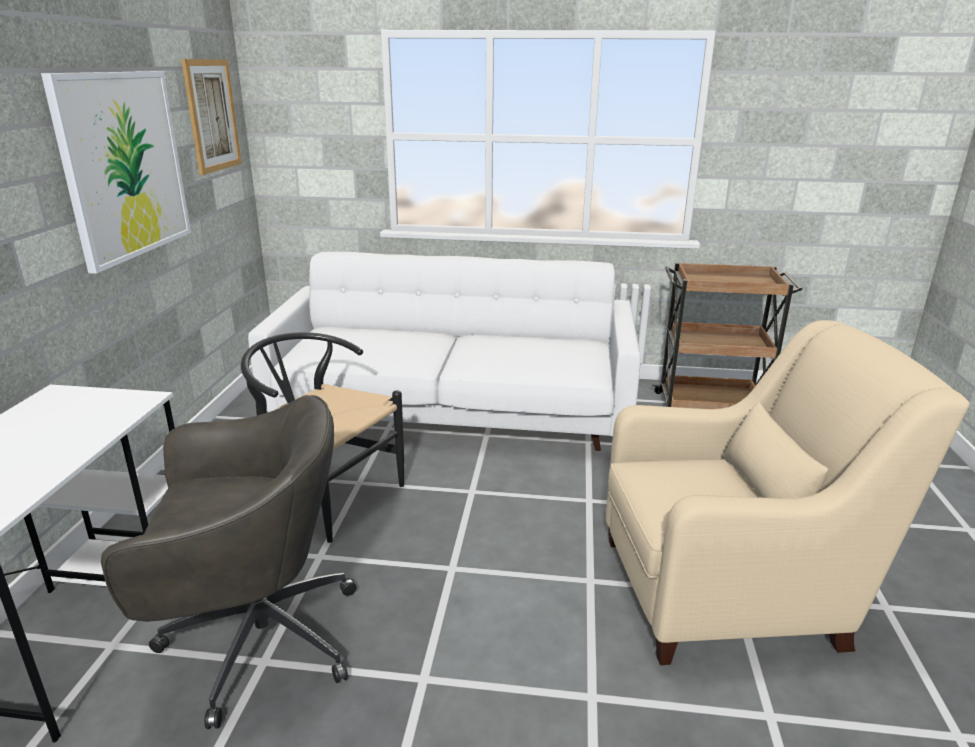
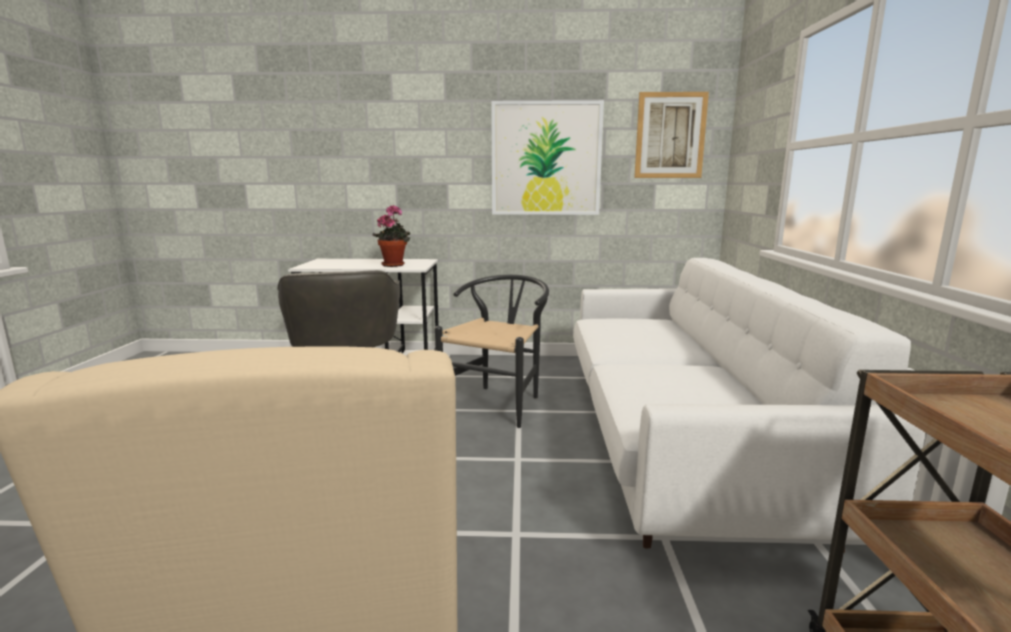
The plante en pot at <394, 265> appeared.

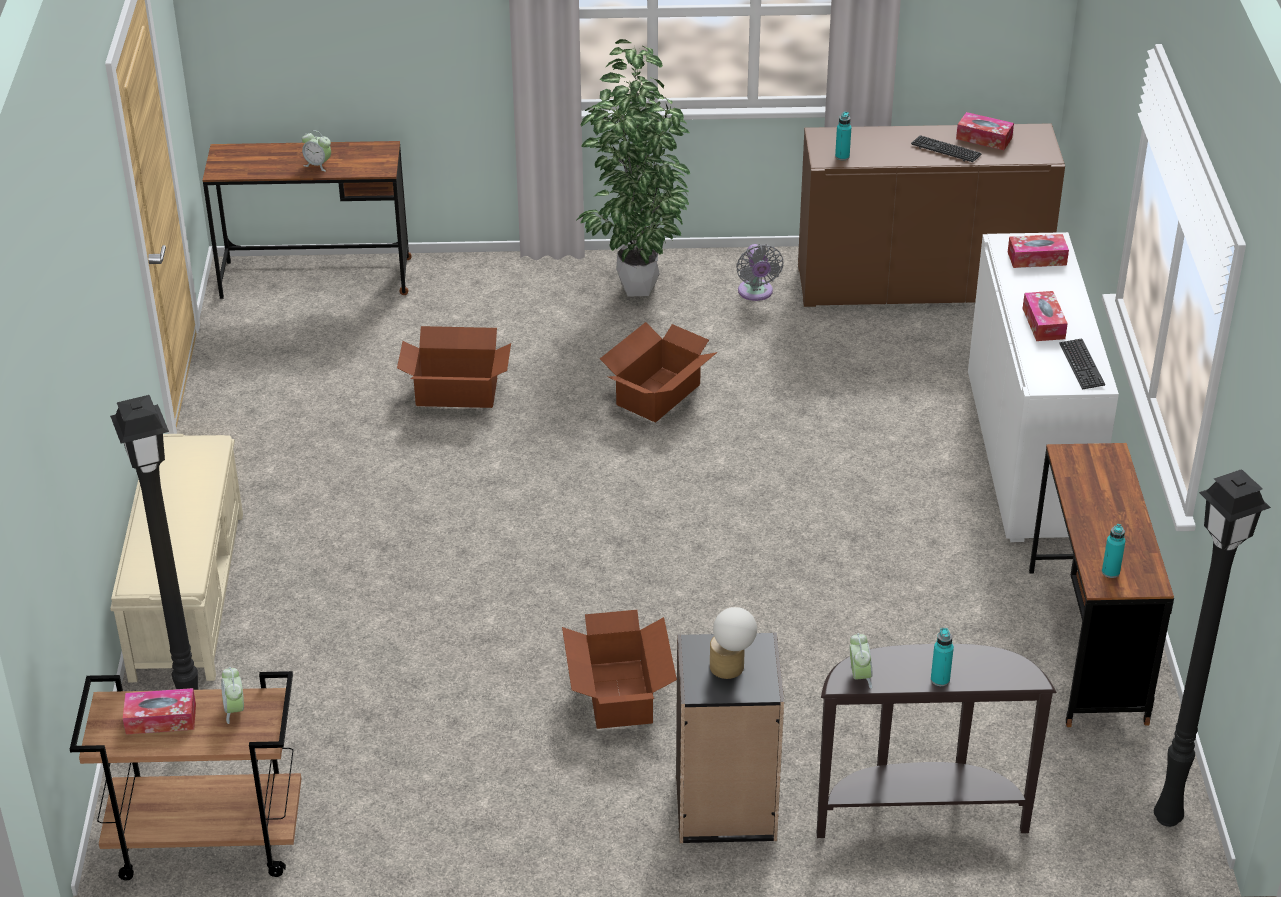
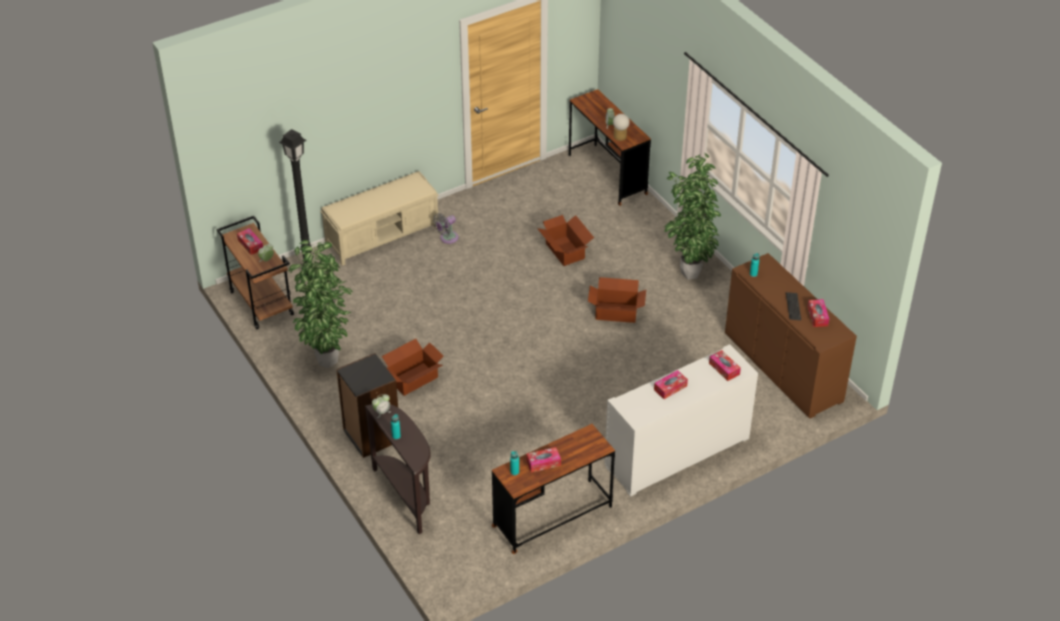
The plante en pot at <326, 359> appeared. The ventilateur (gris) moved from <756, 293> to <447, 238>. The boîte à mouchoirs at <543, 463> appeared. The lampe de table moved from <731, 669> to <620, 138>. The clavier at <1081, 365> disappeared. The lampadaire (noir) at <1170, 818> disappeared.

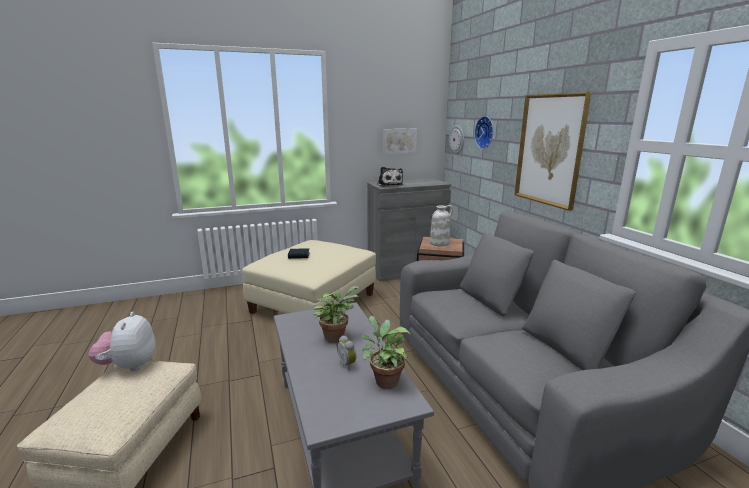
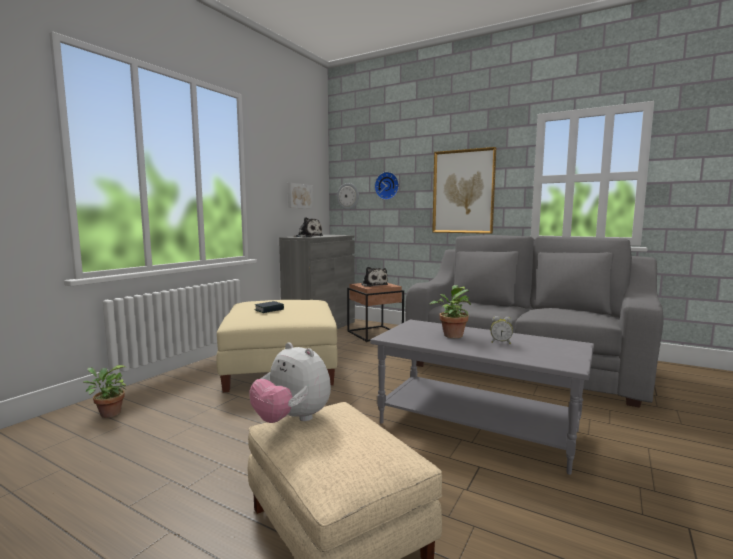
The plante en pot moved from <384, 380> to <108, 414>. The vase (blanc) at <439, 243> was replaced by the peluche at <373, 285>.

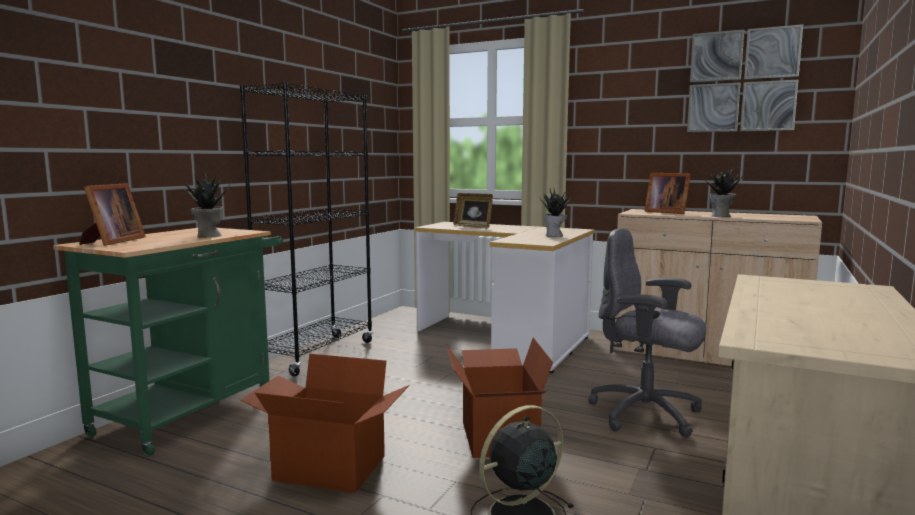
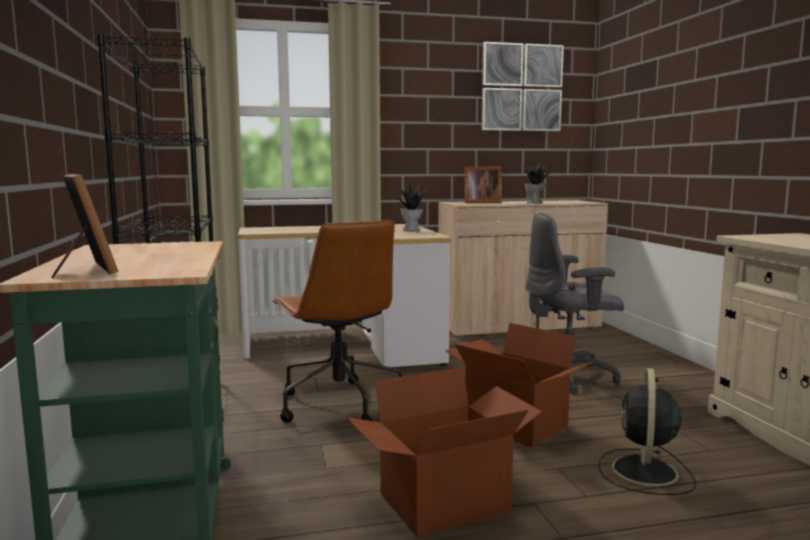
The chaise de bureau (marron) at <338, 404> appeared. The plante en pot at <208, 236> disappeared. The cadre photo at <473, 227> disappeared.

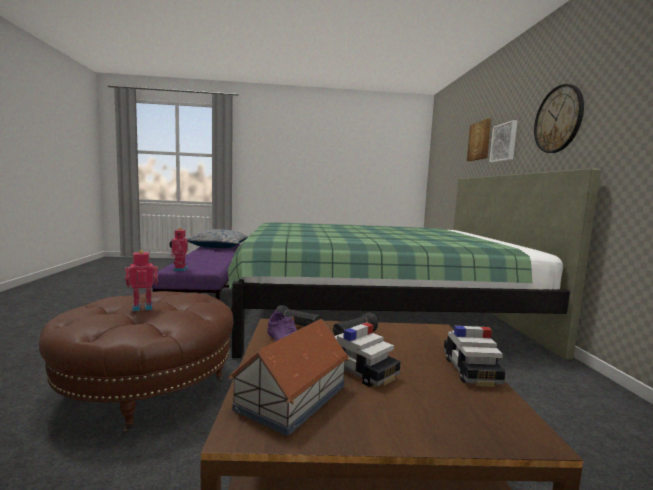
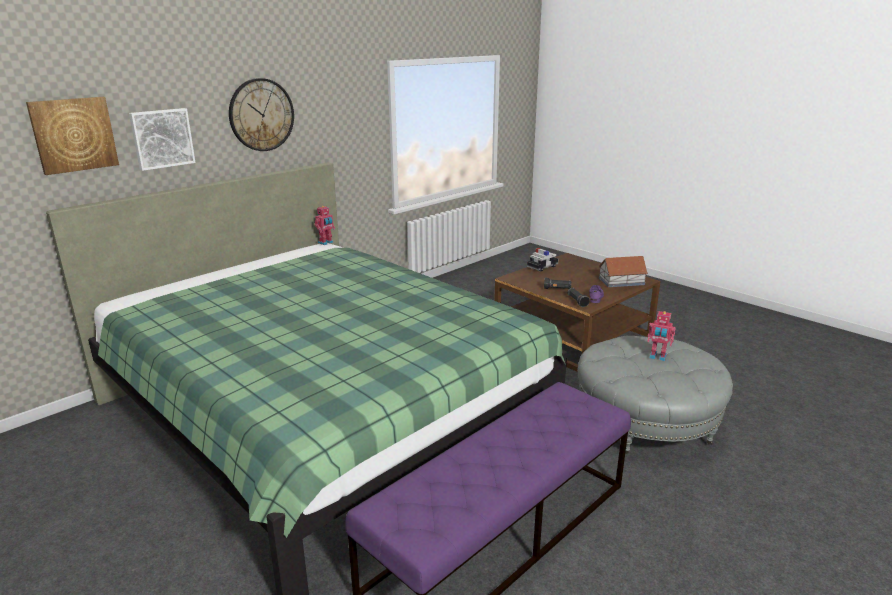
The robot jouet moved from <179, 269> to <326, 243>. The pouf (marron) at <147, 387> became the pouf (gris) at <645, 423>. The coussin at <219, 246> disappeared. The petite voiture at <360, 370> disappeared.

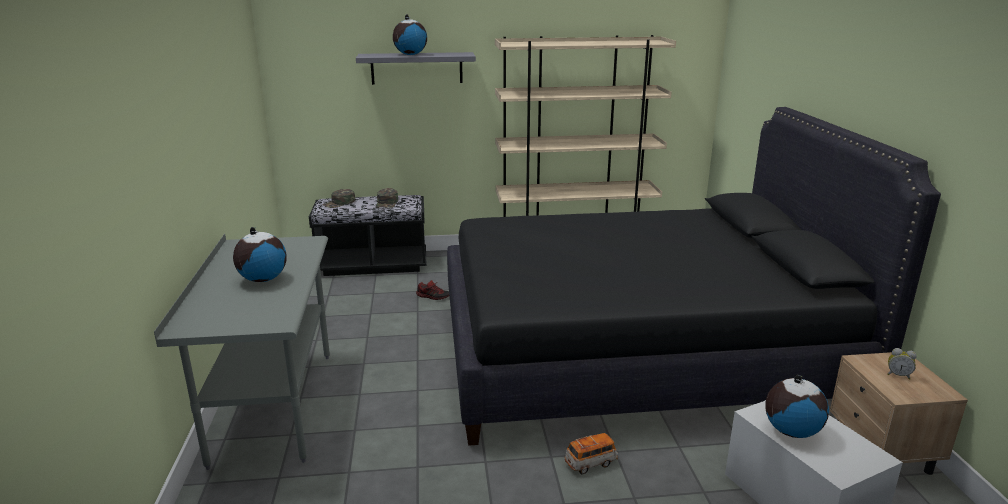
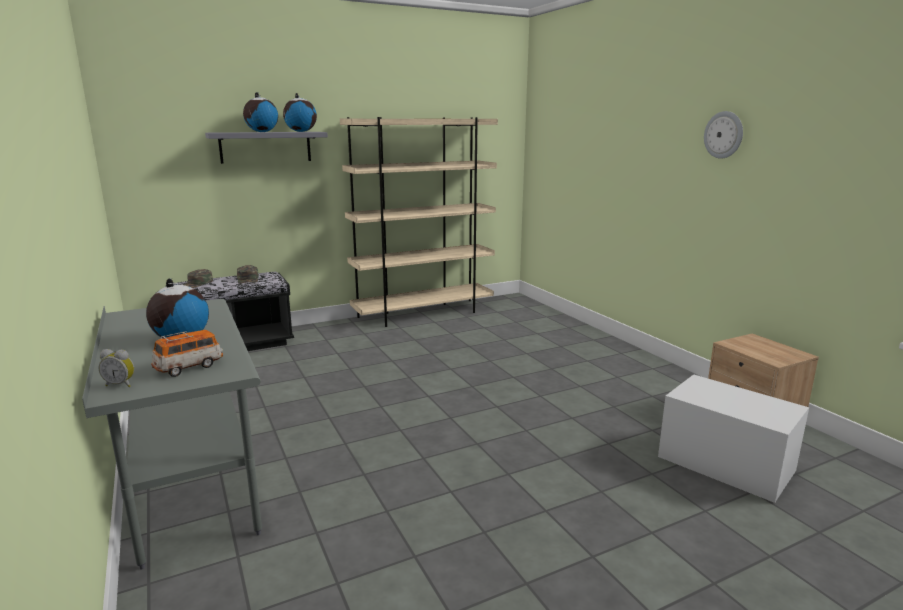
The réveil moved from <898, 375> to <121, 384>. The petite voiture moved from <591, 463> to <189, 367>. The globe moved from <791, 431> to <301, 131>. The horloge murale at <724, 135> appeared. The chaussure at <433, 296> disappeared. The lit (noir) at <635, 353> disappeared.

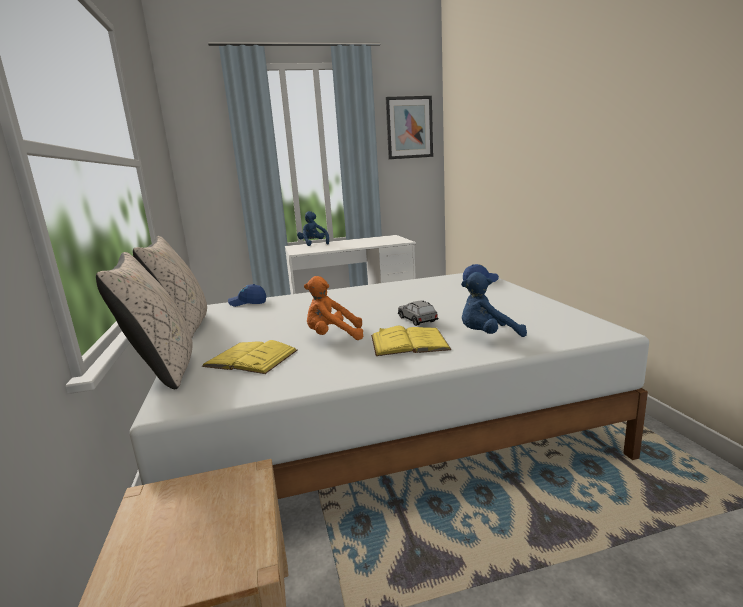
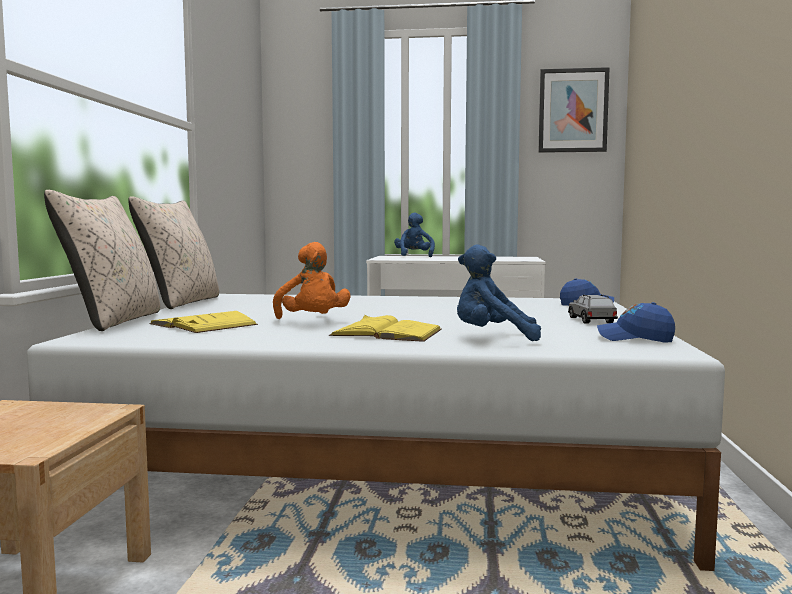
The peluche (orange) at <333, 337> turned 135 degrees counterclockwise. The petite voiture (gris) moved from <417, 320> to <591, 320>. The casquette (bleu) moved from <248, 303> to <634, 339>.

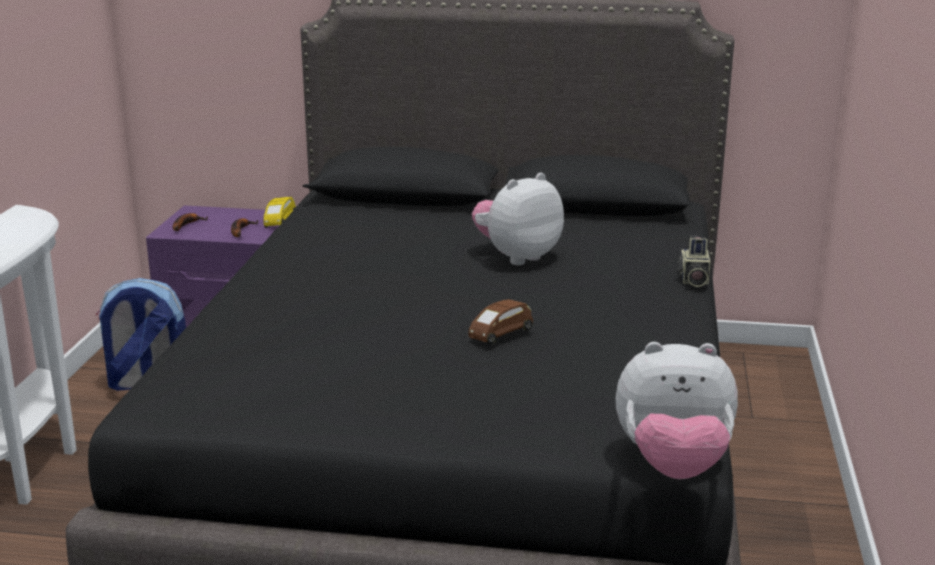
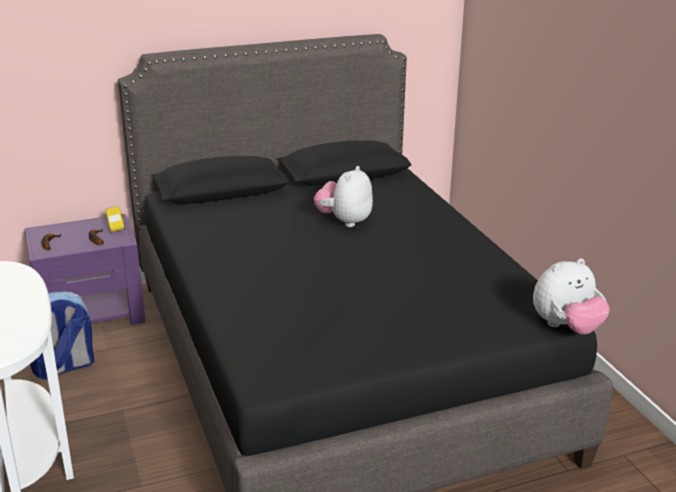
The petite voiture (marron) at <499, 335> disappeared. The appareil photo at <693, 280> disappeared.

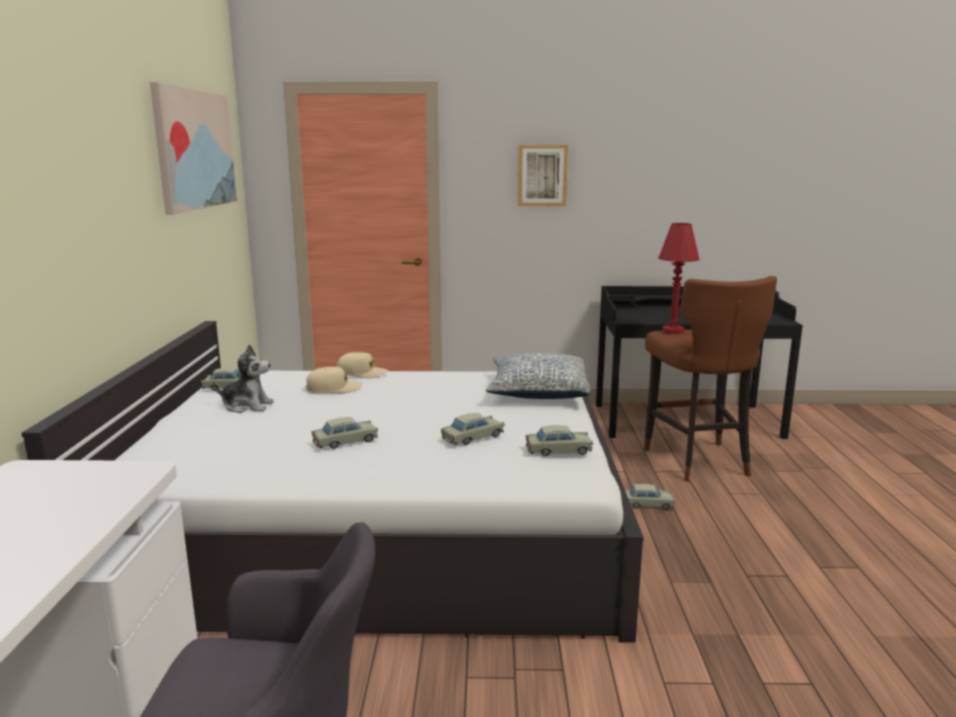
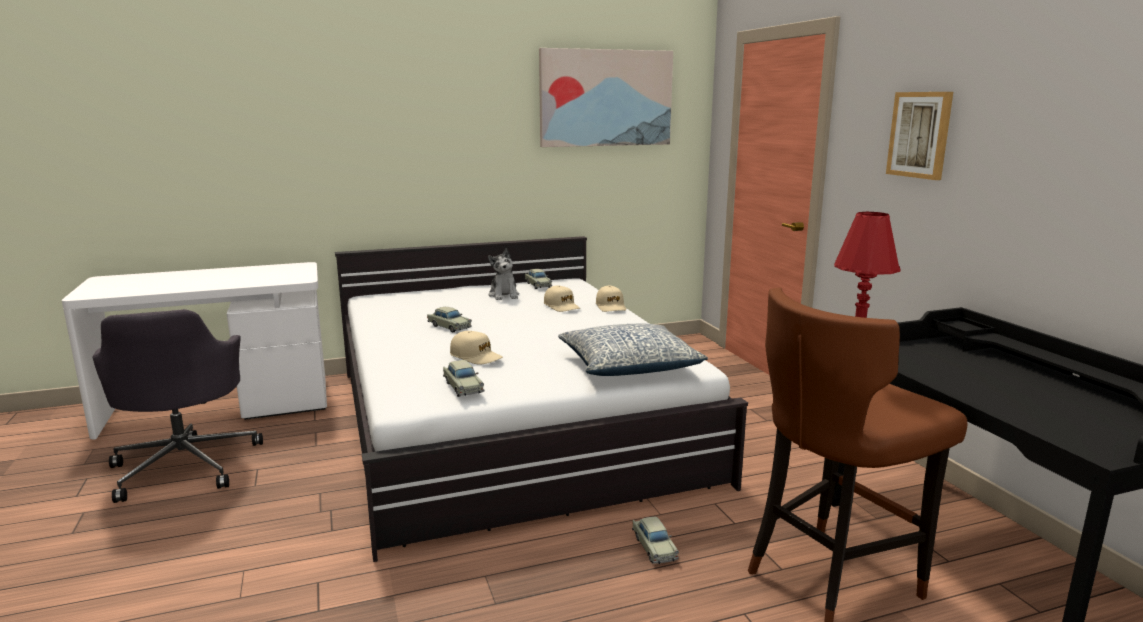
The petite voiture (beige) at <472, 437> was replaced by the casquette (beige) at <476, 356>.

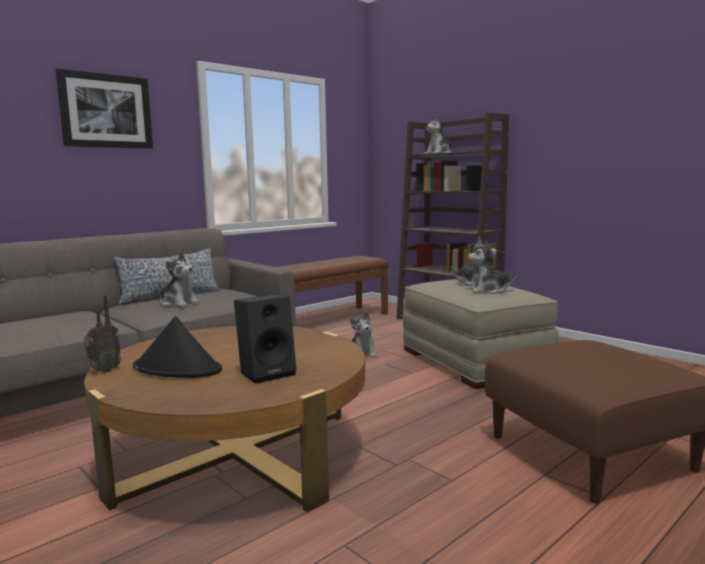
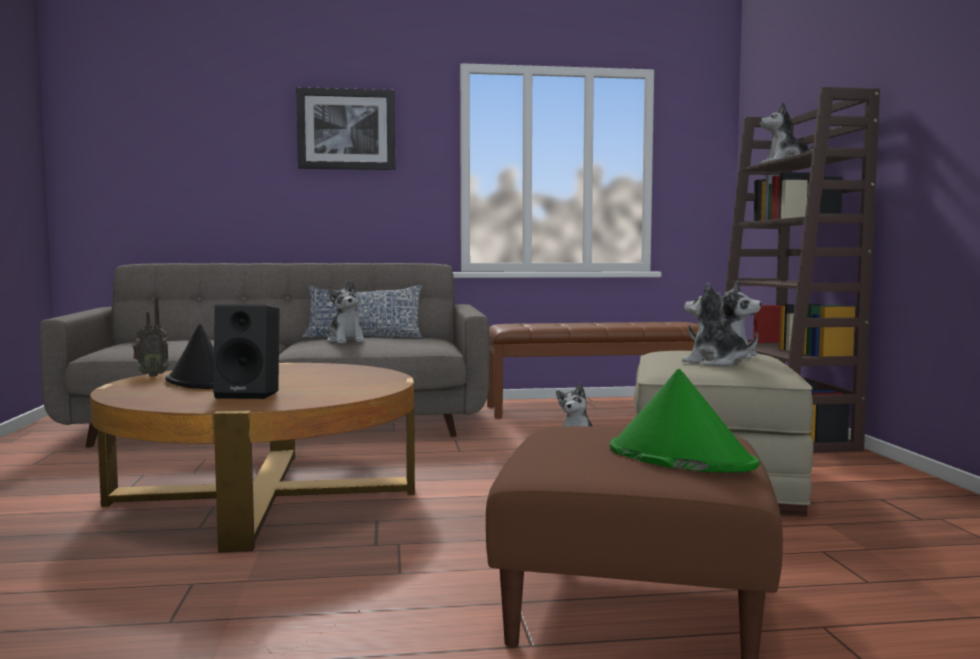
The chapeau (vert) at <679, 457> appeared.

